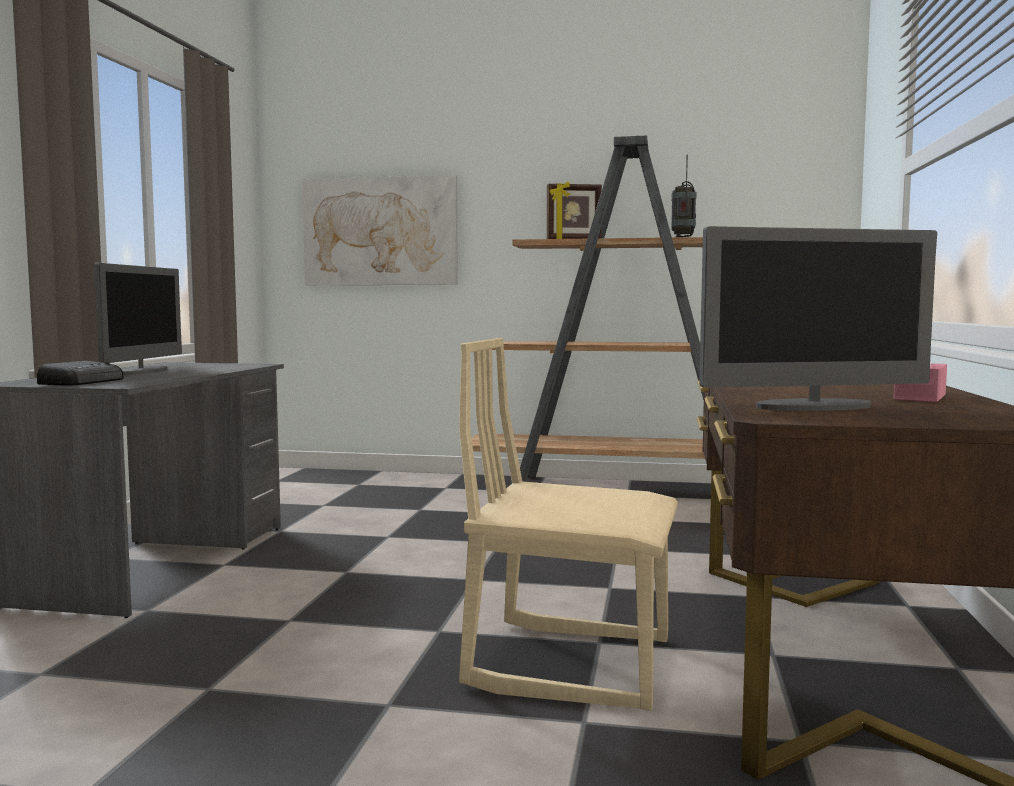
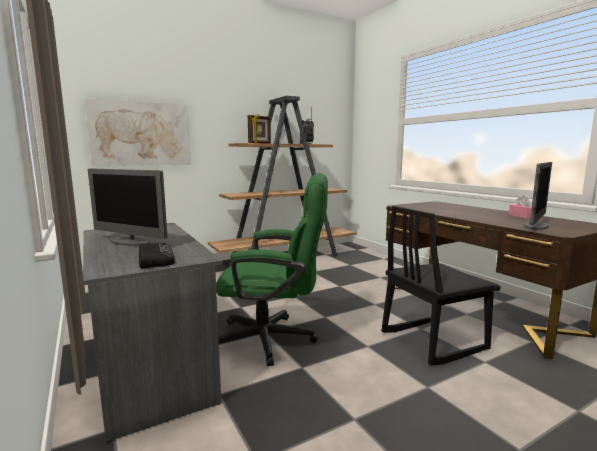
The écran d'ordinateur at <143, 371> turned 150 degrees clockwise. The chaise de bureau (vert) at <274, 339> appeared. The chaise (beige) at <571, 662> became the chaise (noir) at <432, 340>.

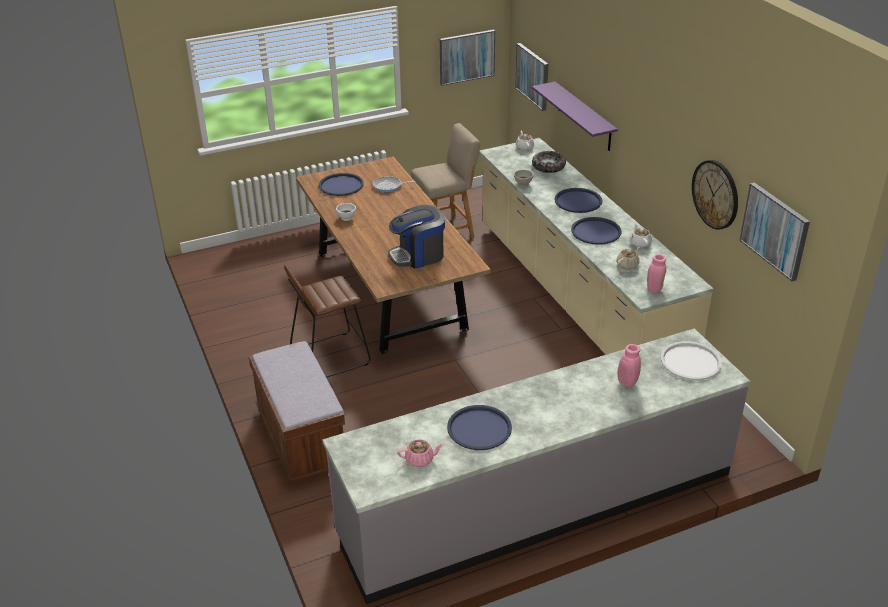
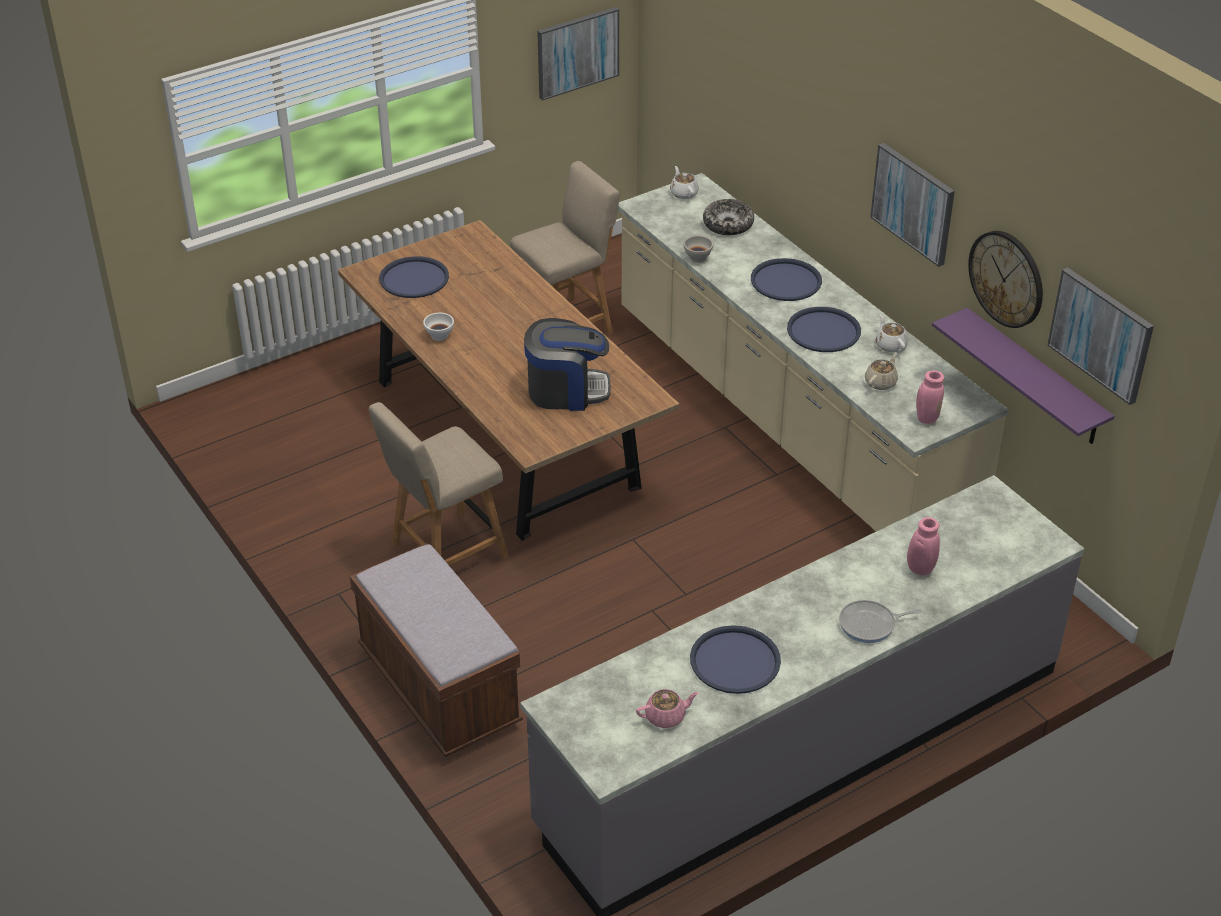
The tabouret (marron) at <329, 356> was replaced by the chaise (beige) at <444, 552>. The machine à café at <418, 255> turned 150 degrees counterclockwise. The poêle moved from <389, 186> to <870, 625>. The tableau moved from <533, 76> to <913, 203>. The étagère (violet) moved from <584, 116> to <1034, 378>. The plateau (blanc) at <690, 361> disappeared.

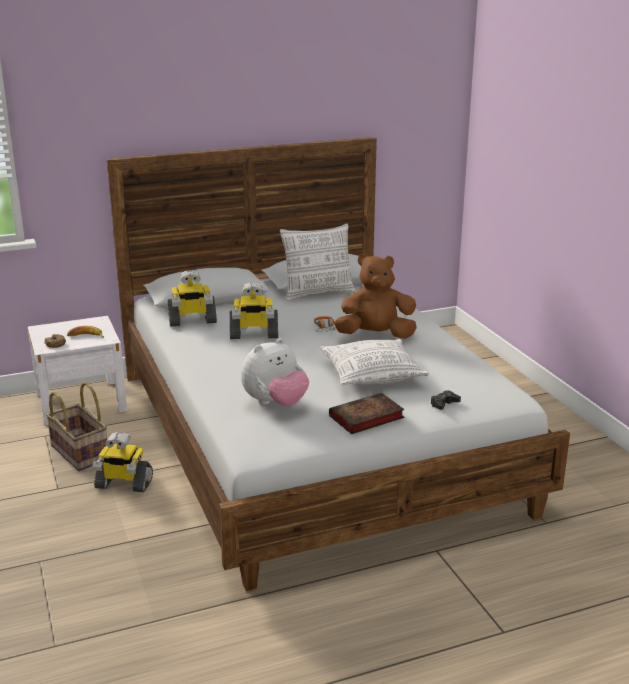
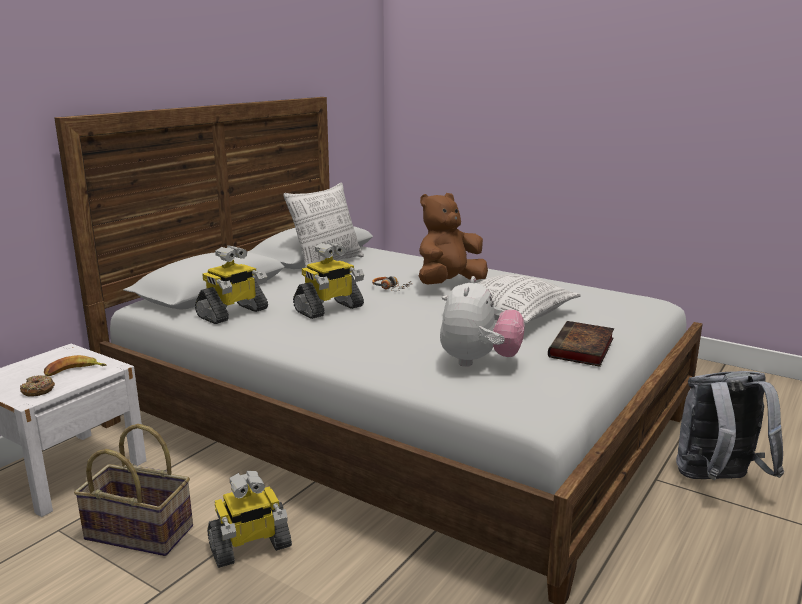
The sac à dos (gris) at <717, 481> appeared. The manette (noir) at <444, 404> disappeared.

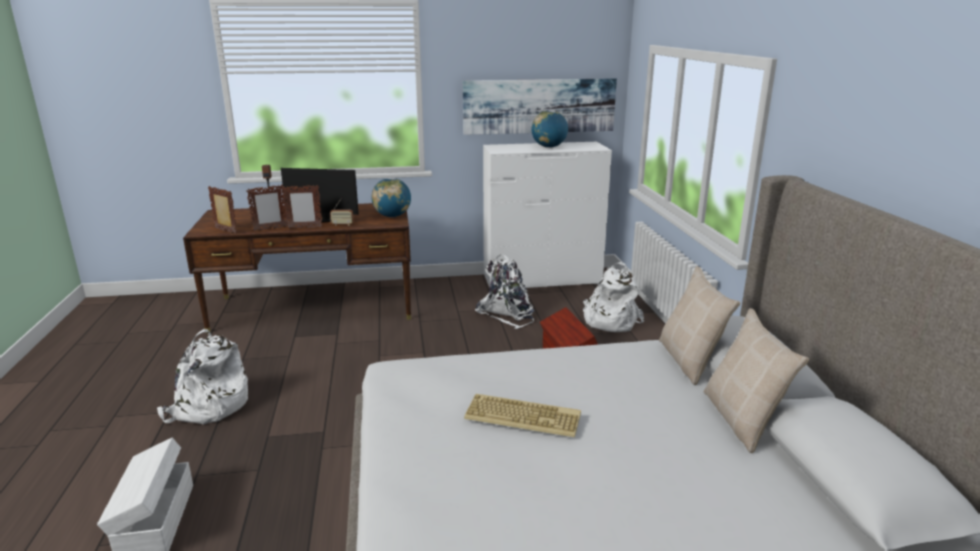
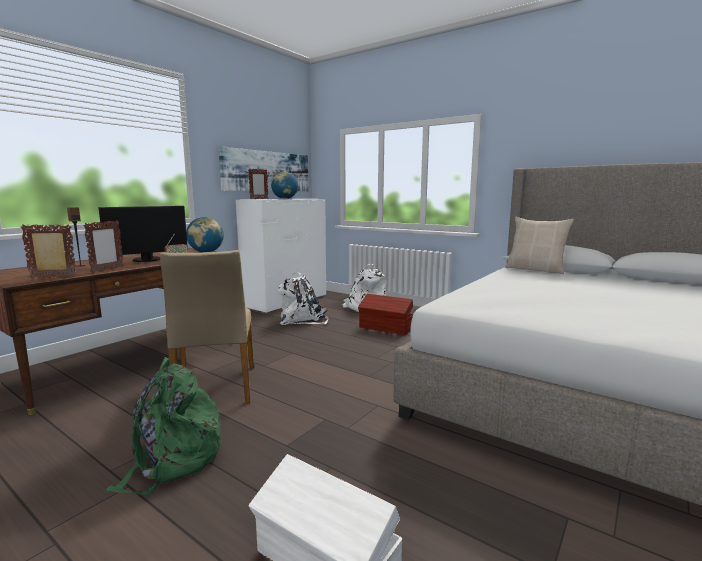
The sac à dos (blanc) at <208, 407> became the sac à dos (vert) at <173, 459>. The chaise (beige) at <215, 387> appeared. The cadre photo moved from <305, 228> to <259, 199>. The clavier at <524, 416> disappeared. The coussin (beige) at <742, 420> disappeared.

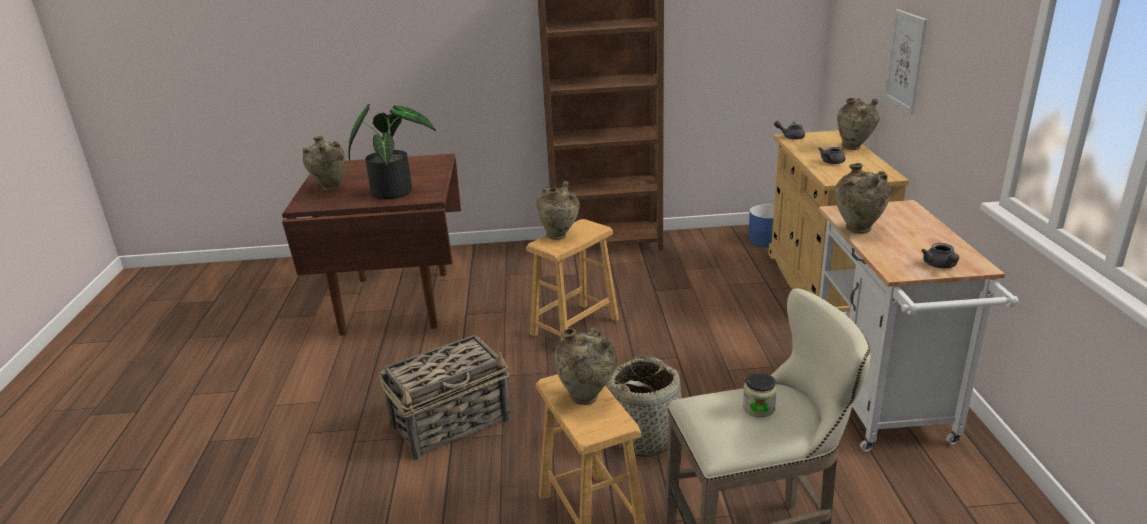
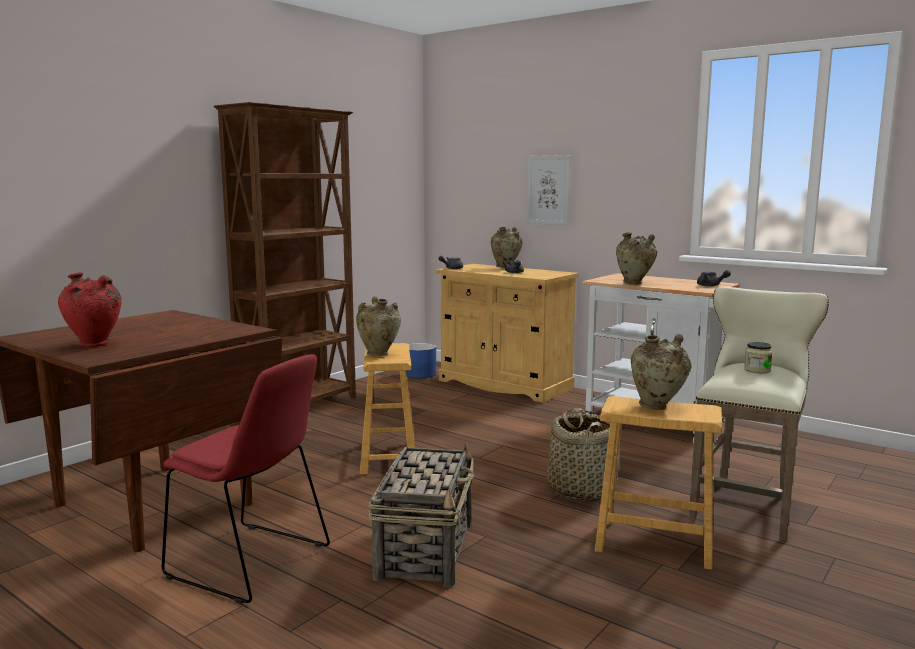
The vase (beige) at <330, 188> became the vase (rouge) at <94, 345>. The chaise (rouge) at <253, 563> appeared. The plante en pot at <395, 190> disappeared.

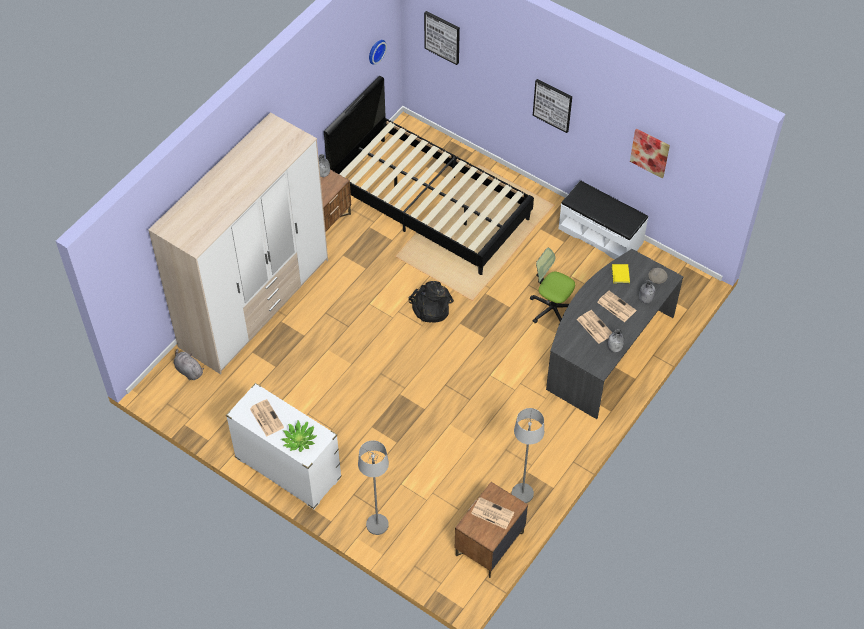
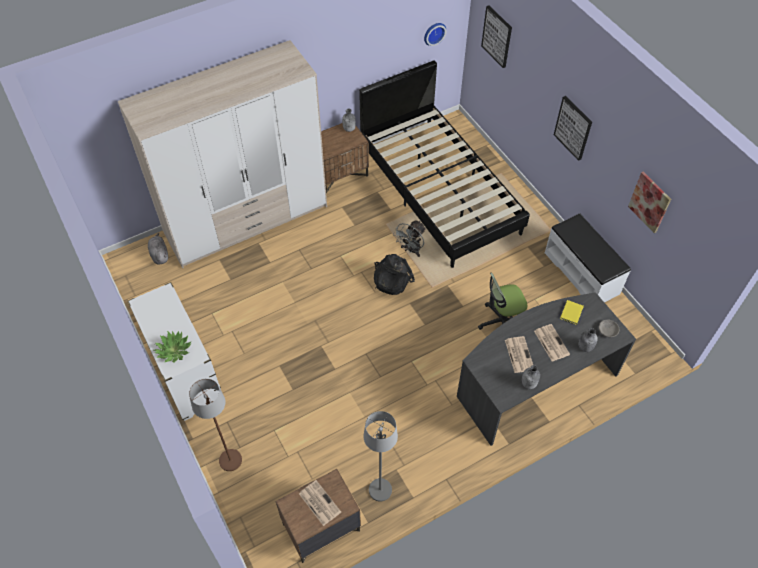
The lampadaire (gris) at <377, 525> became the lampadaire (marron) at <230, 460>. The ventilateur (gris) at <411, 250> appeared. The chaise de bureau at <551, 308> turned 75 degrees counterclockwise. The journal at <266, 417> disappeared.

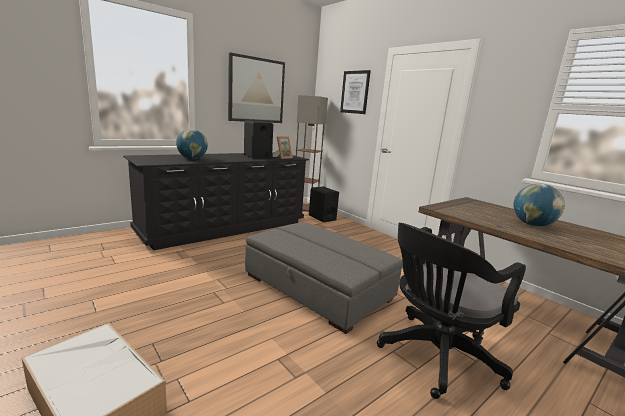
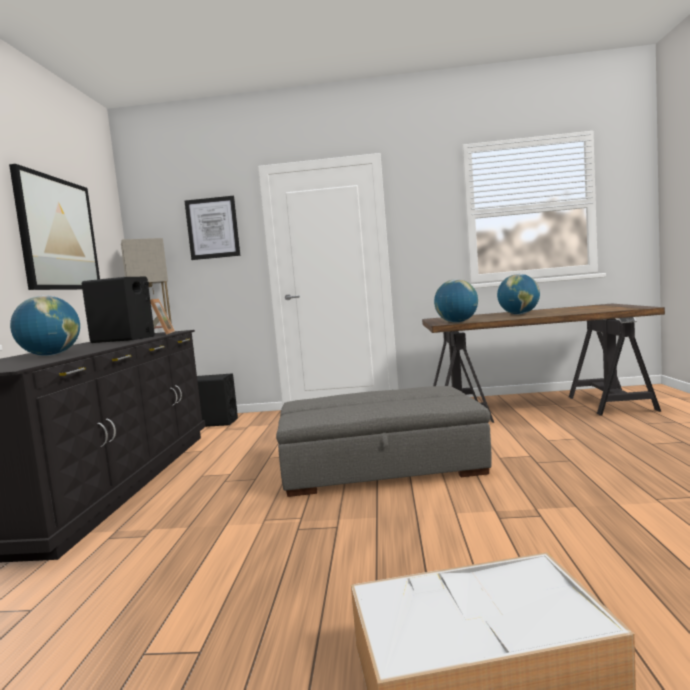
The globe at <457, 322> appeared. The chaise de bureau (noir) at <434, 357> disappeared.

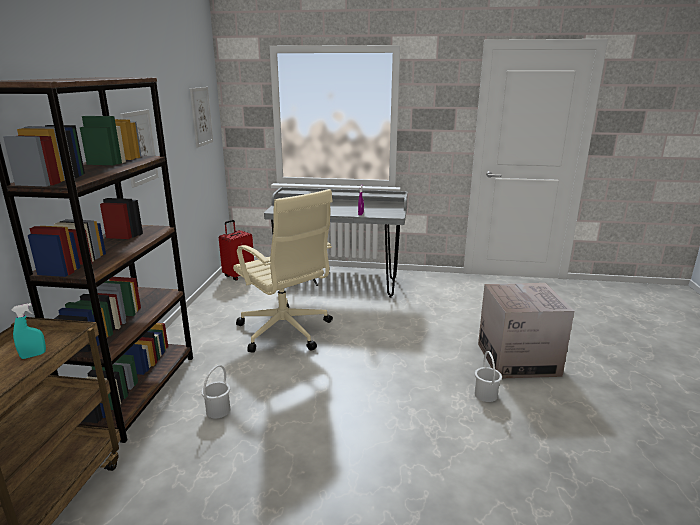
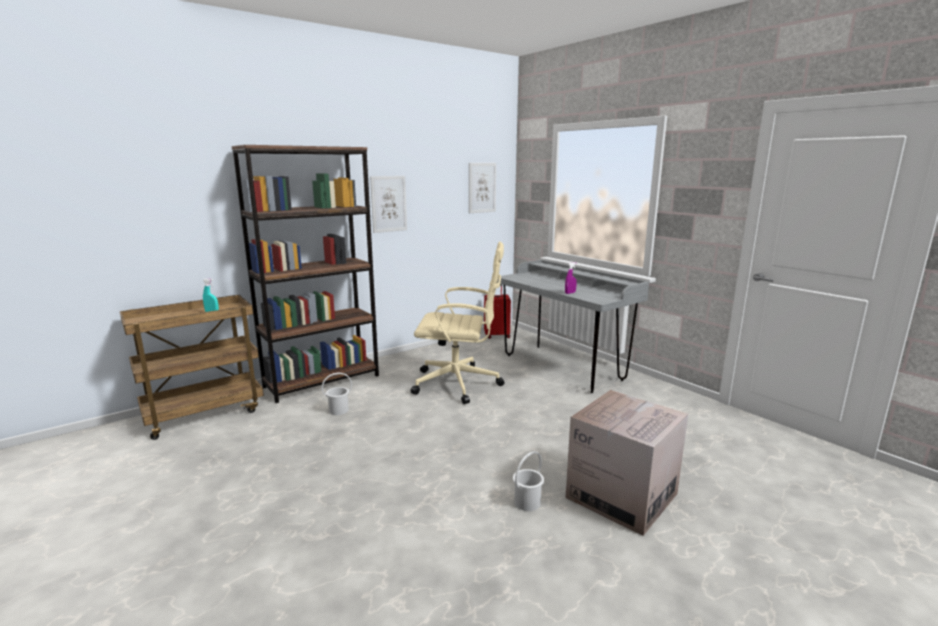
The chaise de bureau (beige) at <285, 332> turned 90 degrees counterclockwise.

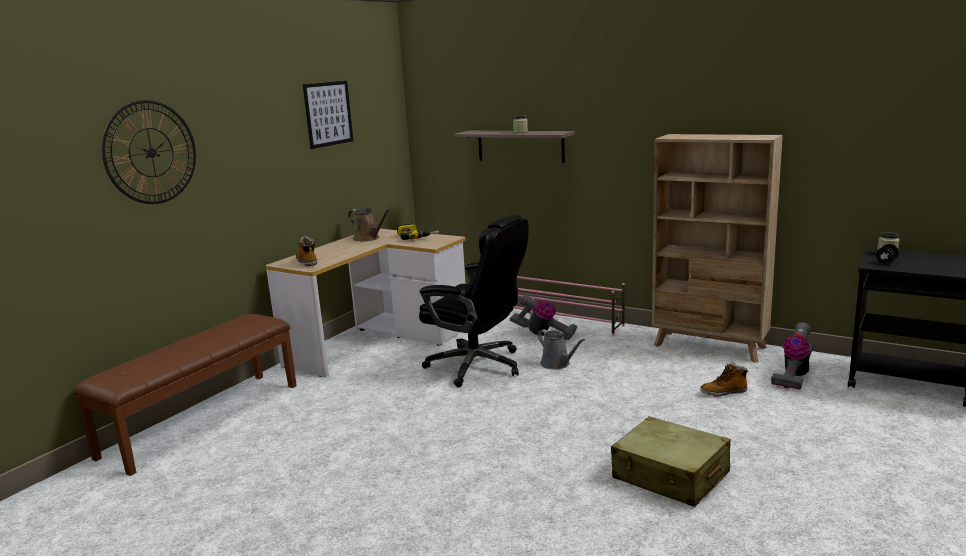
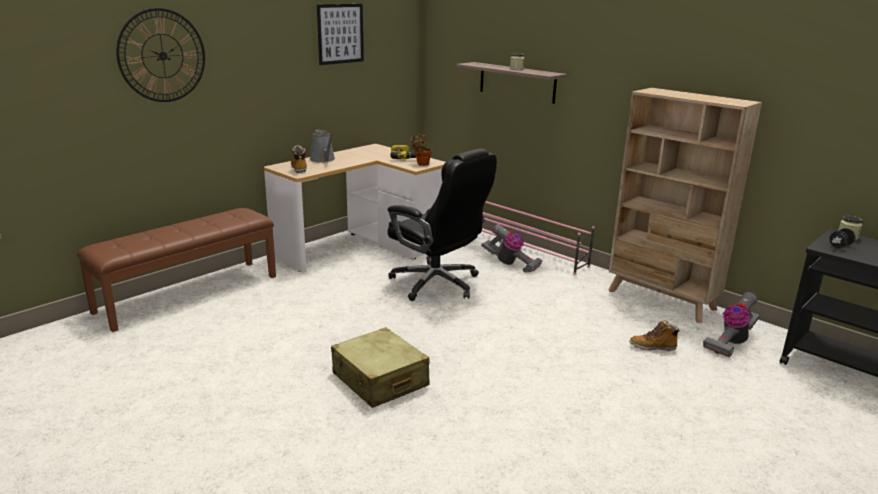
The arrosoir (gris) moved from <557, 364> to <323, 160>. The valise (beige) moved from <670, 476> to <380, 380>. The plante en pot at <421, 164> appeared. The arrosoir (marron) at <368, 238> disappeared.

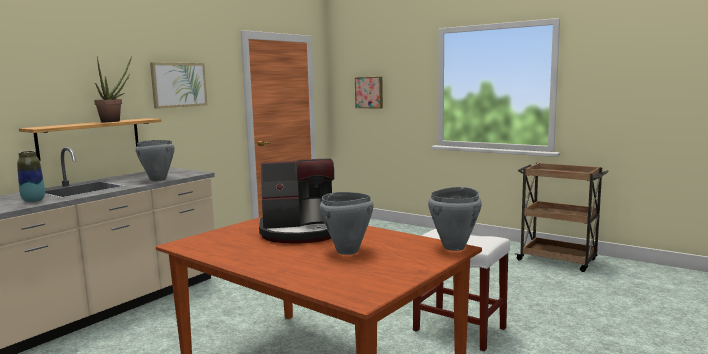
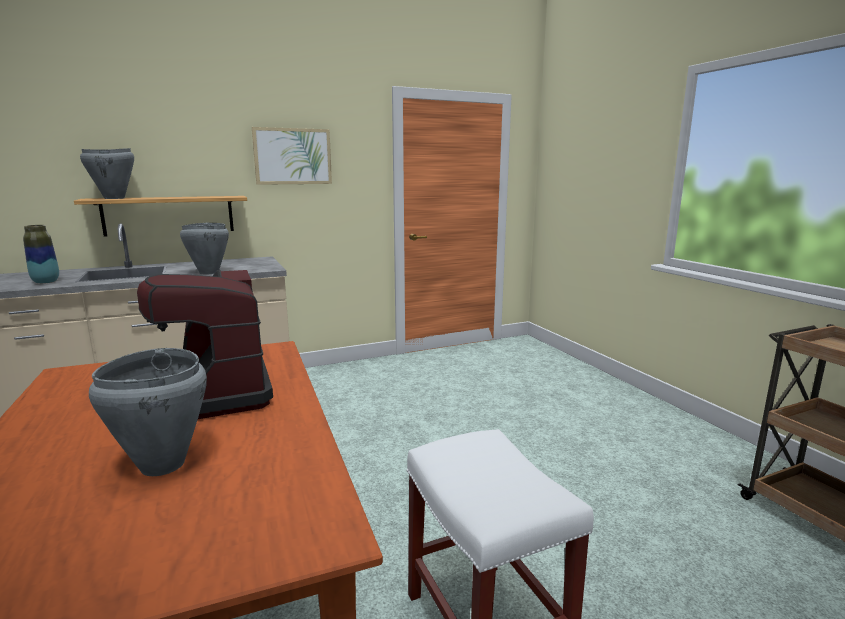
The marmite (gris) moved from <454, 247> to <114, 198>. The machine à café at <300, 232> turned 45 degrees clockwise. The plante en pot at <114, 121> disappeared. The tableau at <369, 92> disappeared.

